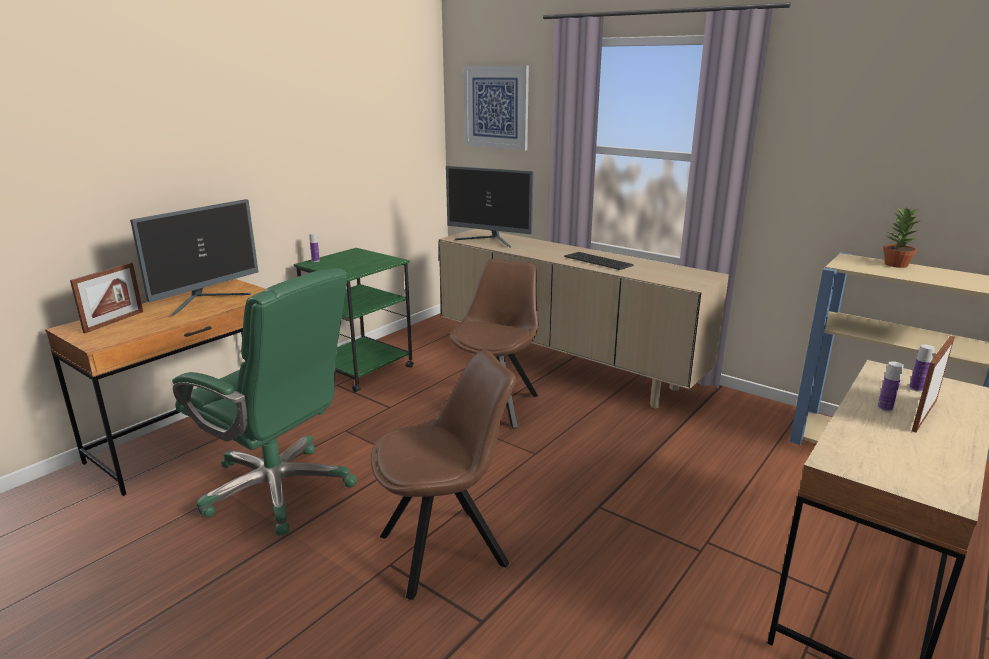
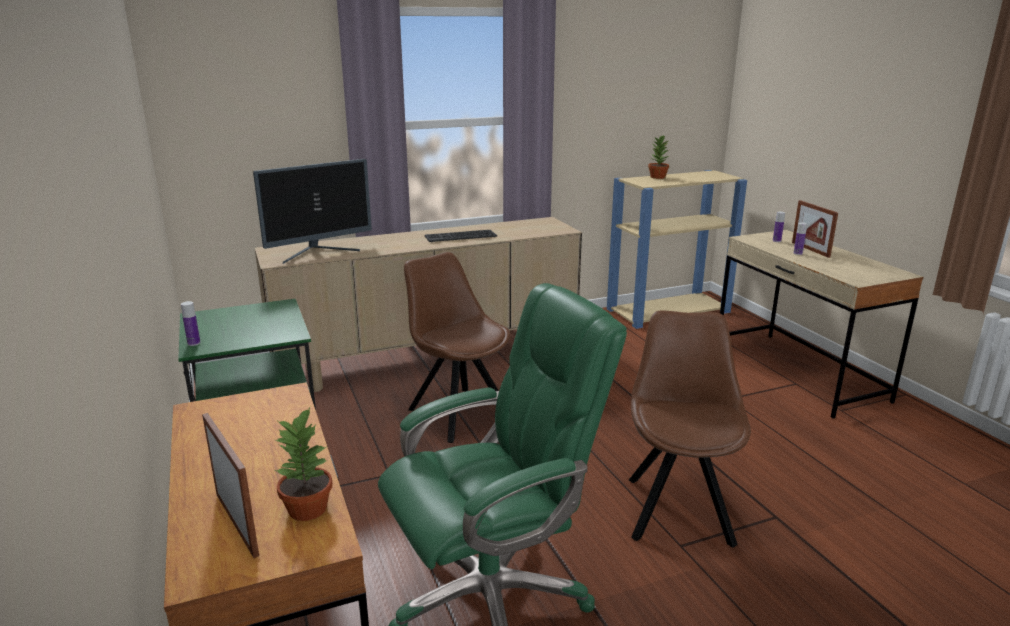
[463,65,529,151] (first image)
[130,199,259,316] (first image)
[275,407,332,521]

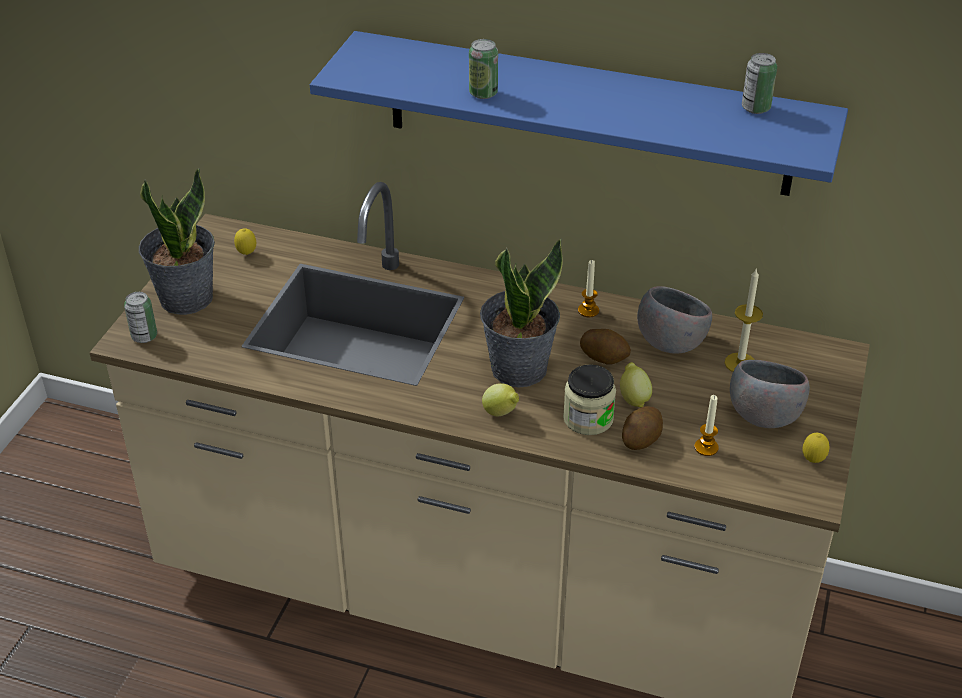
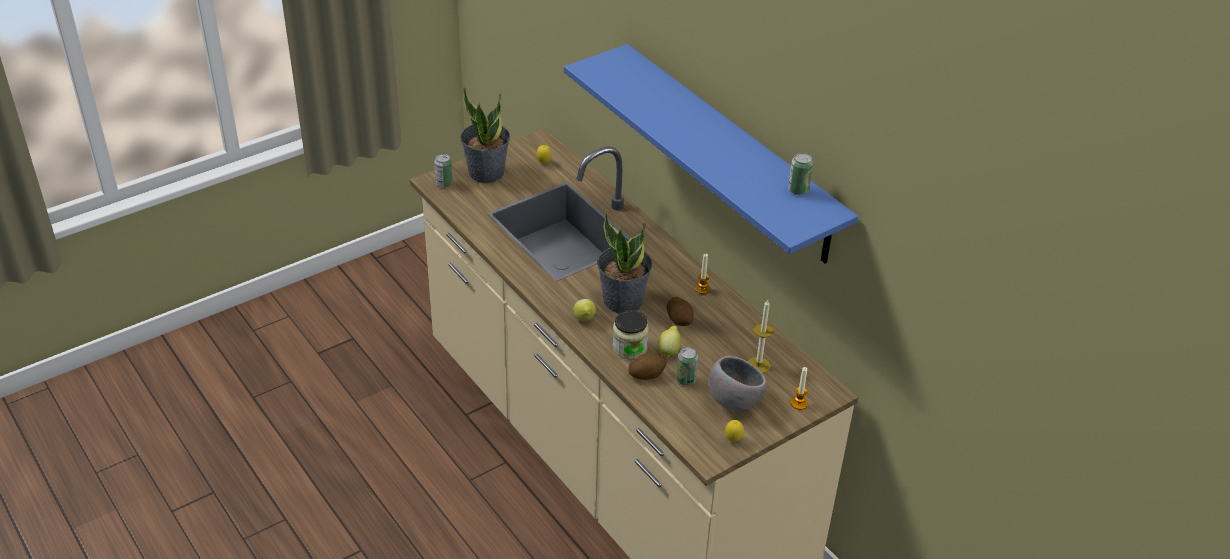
[676,347,698,385]
[637,286,712,354] (first image)
[791,367,808,410]

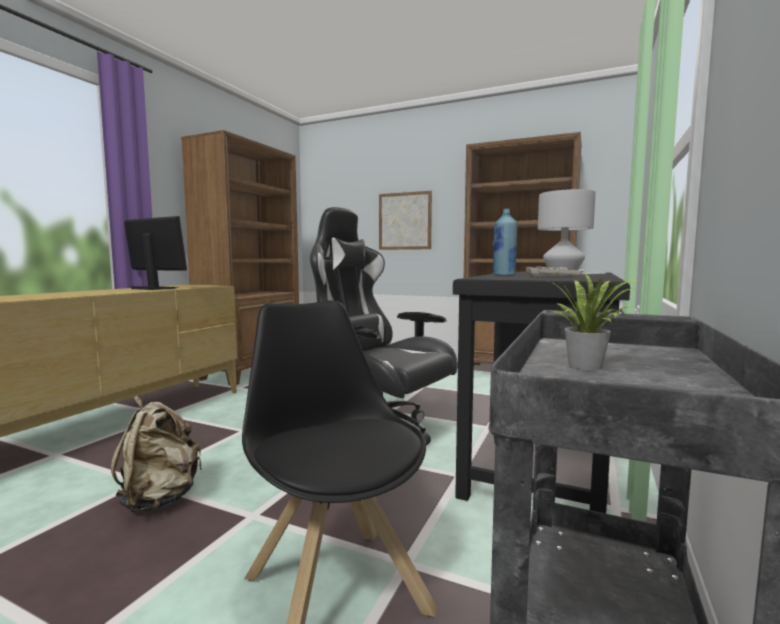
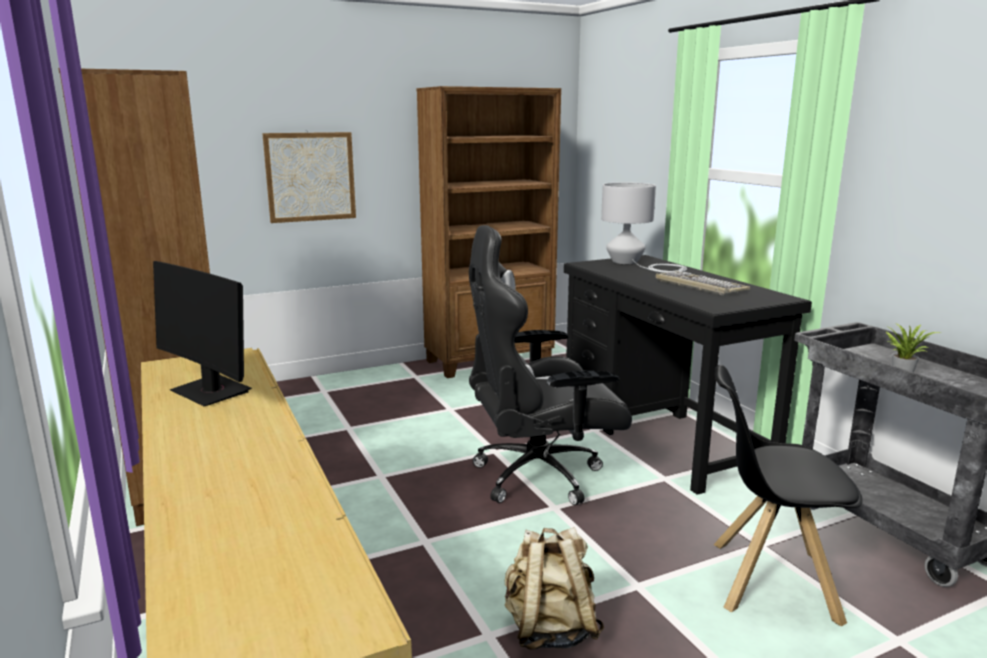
[493,209,518,276] (first image)
[153,261,252,406]

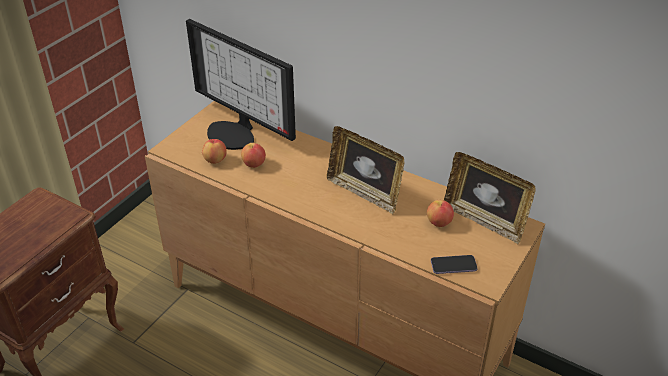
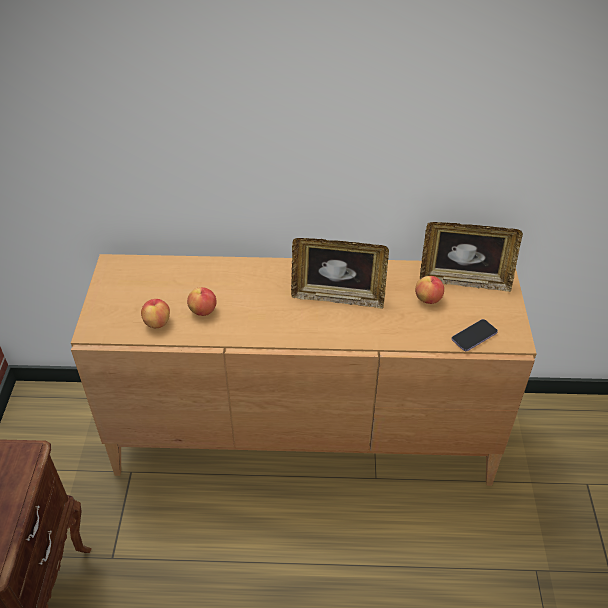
[186,19,296,150] (first image)

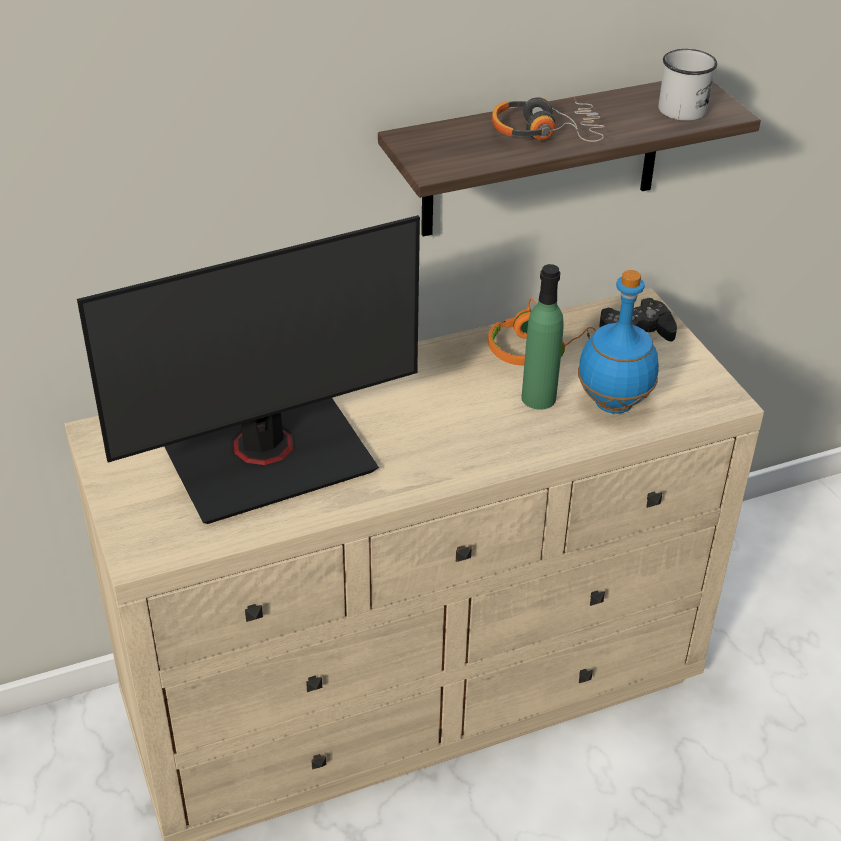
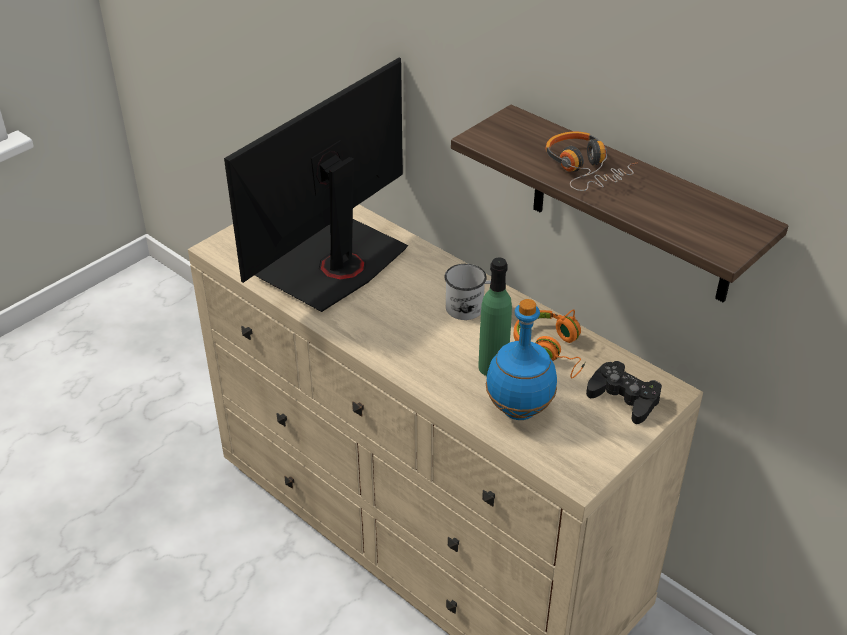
[444,264,491,320]
[224,58,409,312]

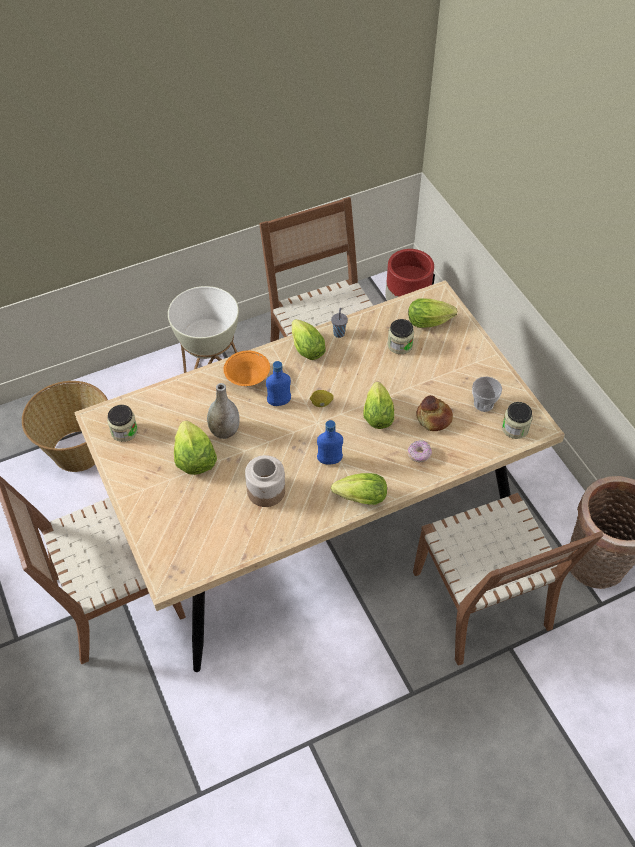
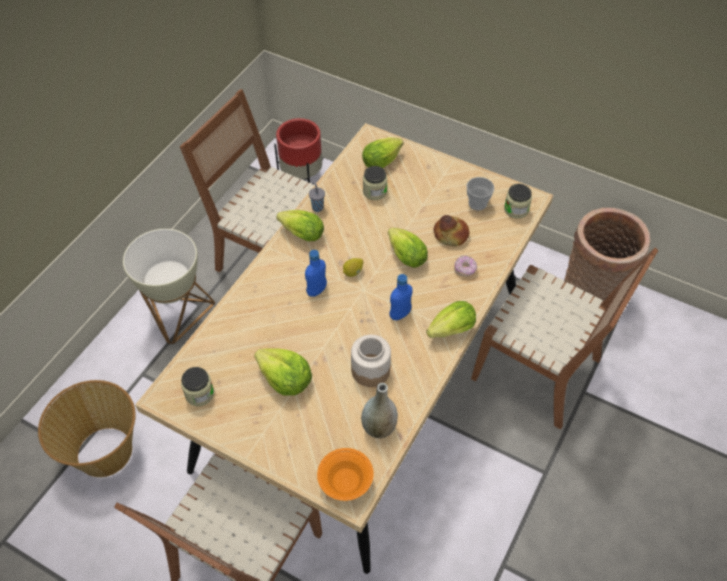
[317,448,374,501]
[361,383,398,438]

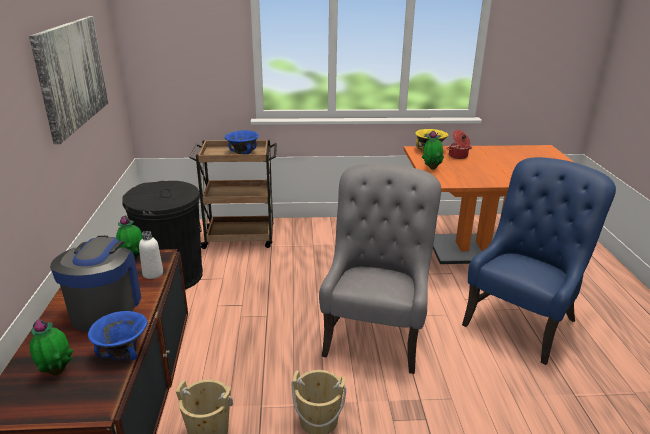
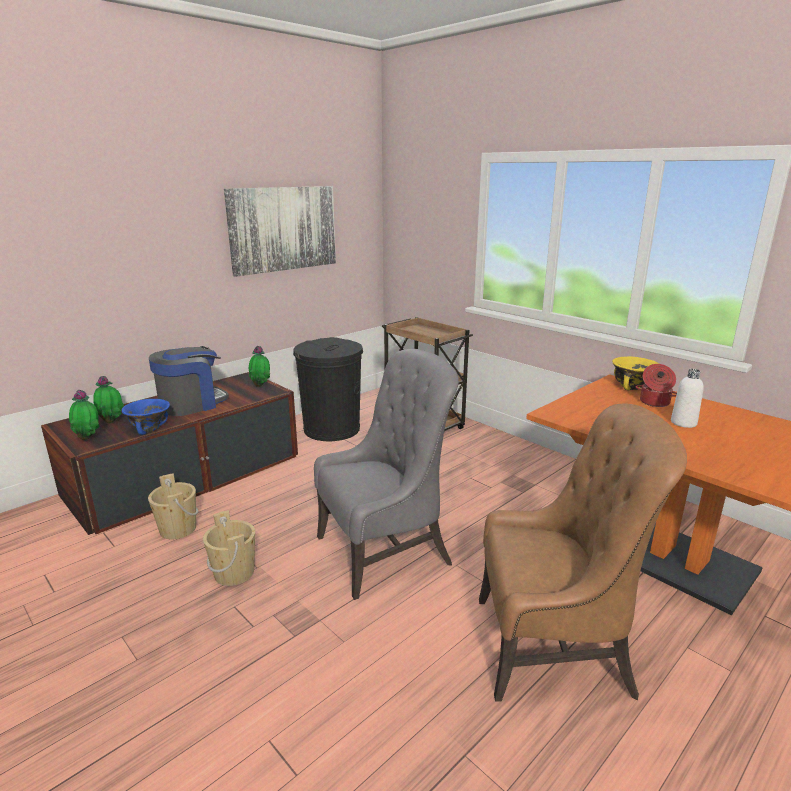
[225,130,259,154] (first image)
[69,390,100,440]
[479,404,687,702]
[671,369,704,428]

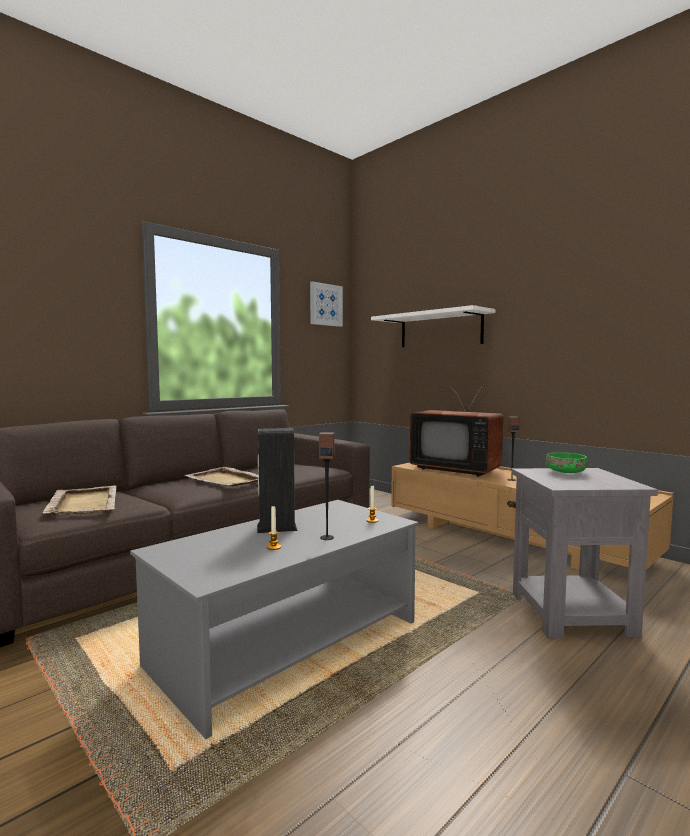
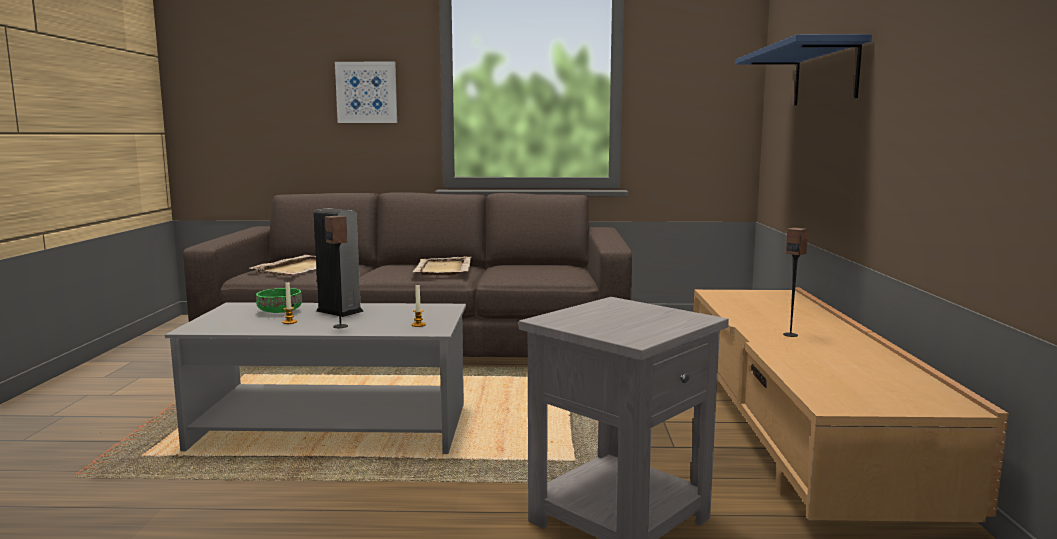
[335,62,397,123]
[735,34,872,105]
[410,383,503,476] (first image)
[256,288,302,313]

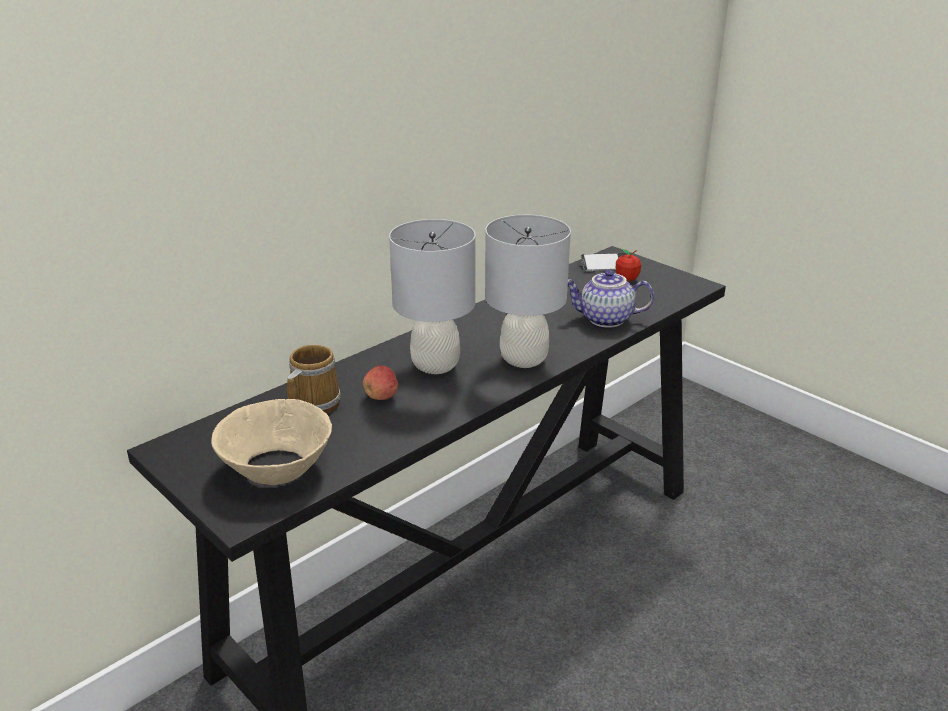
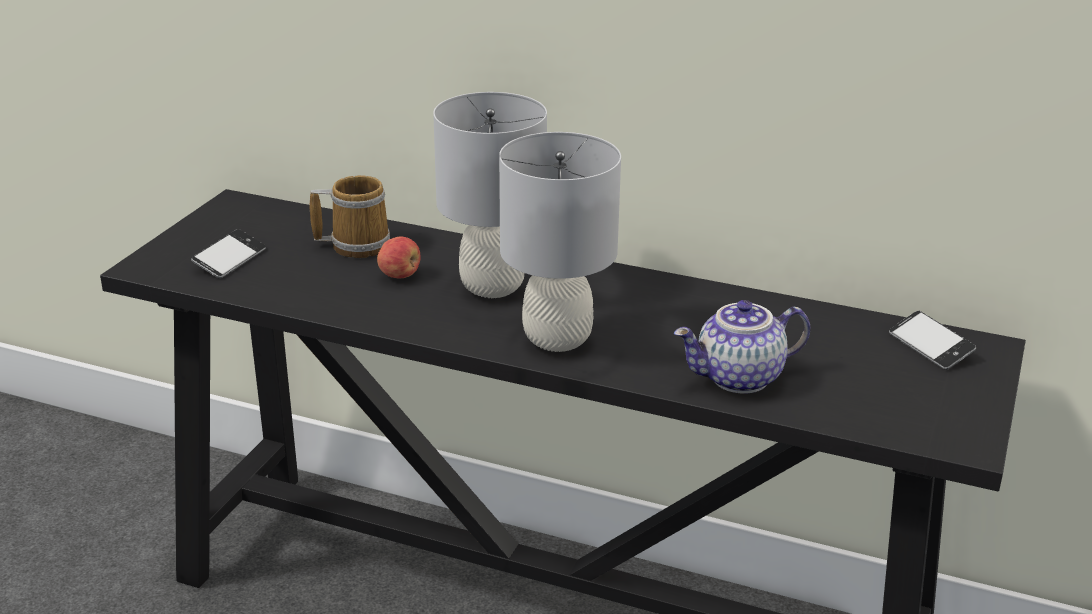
[616,249,641,281] (first image)
[674,300,810,394]
[191,229,266,278]

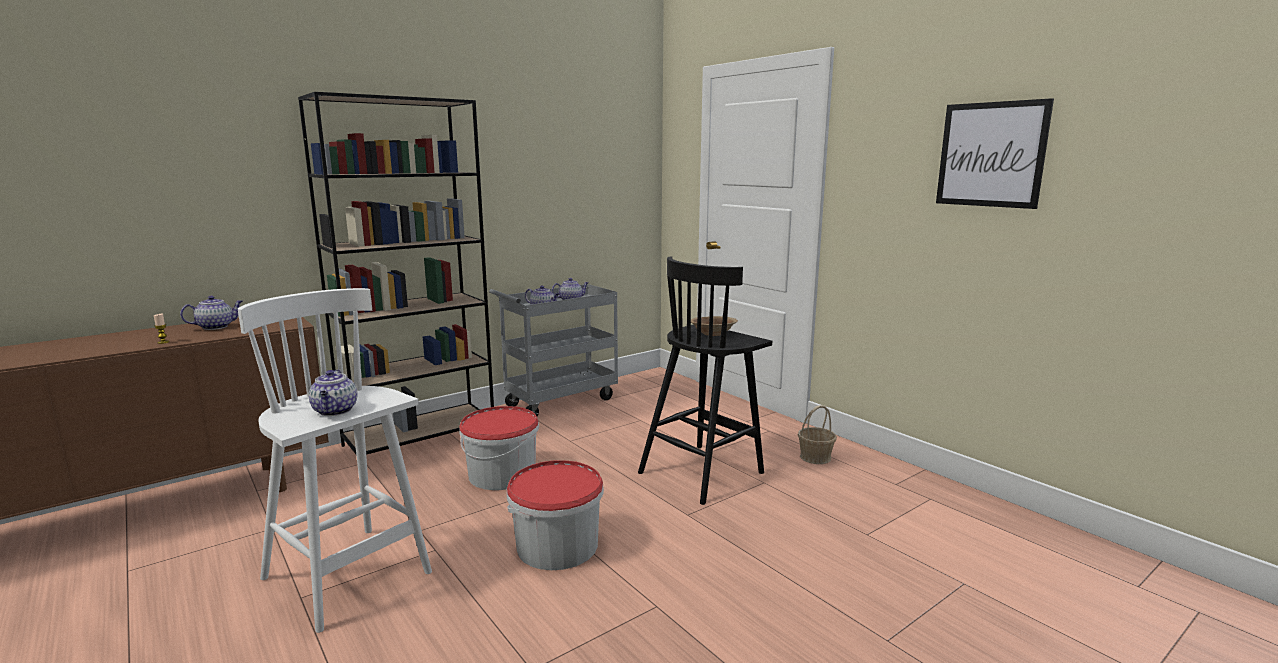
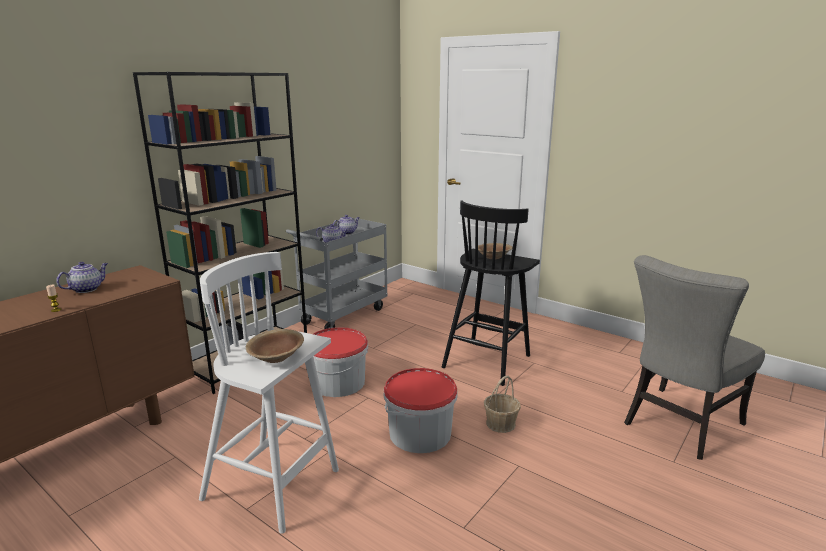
[936,98,1054,209] (first image)
[246,329,304,363]
[484,376,521,433]
[624,255,765,460]

